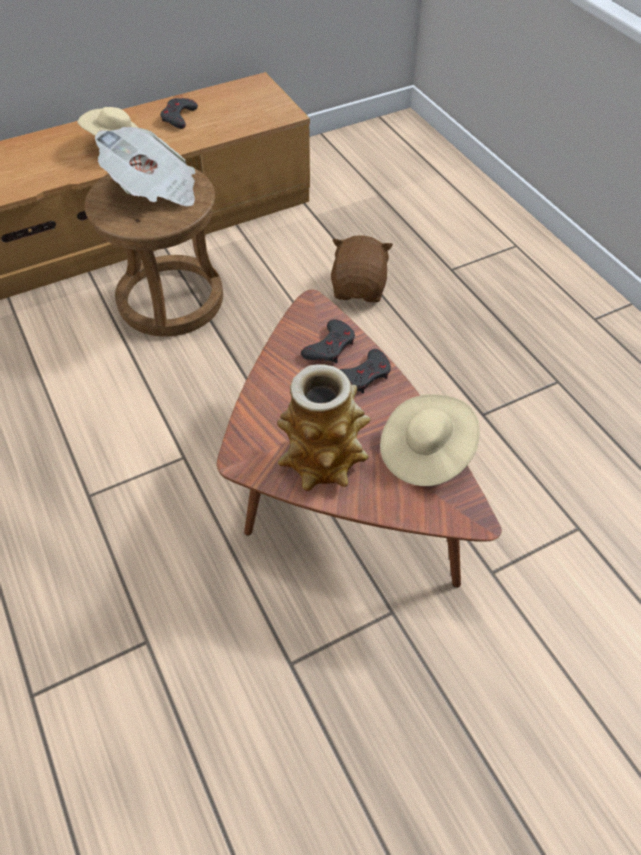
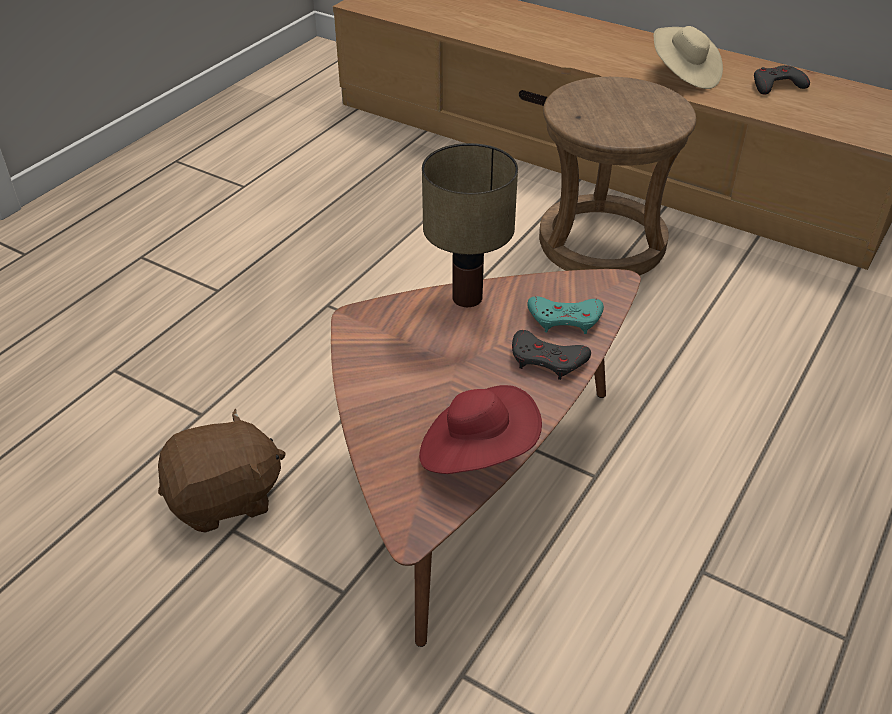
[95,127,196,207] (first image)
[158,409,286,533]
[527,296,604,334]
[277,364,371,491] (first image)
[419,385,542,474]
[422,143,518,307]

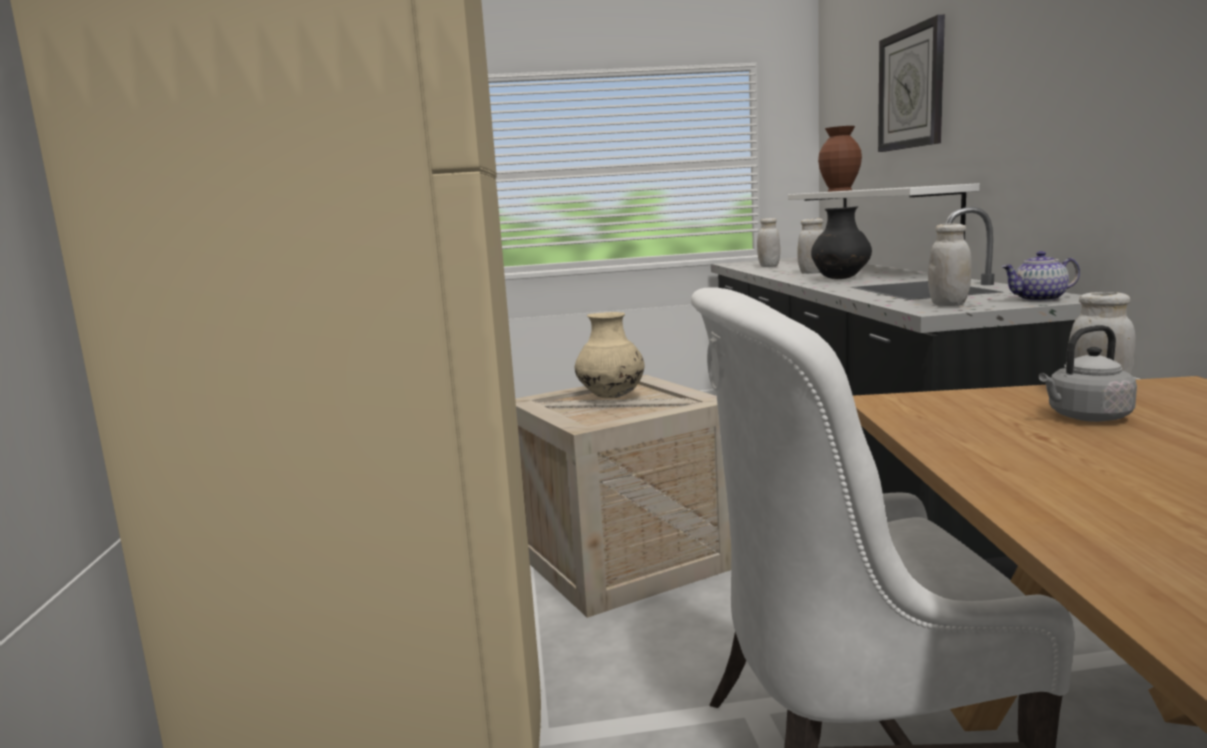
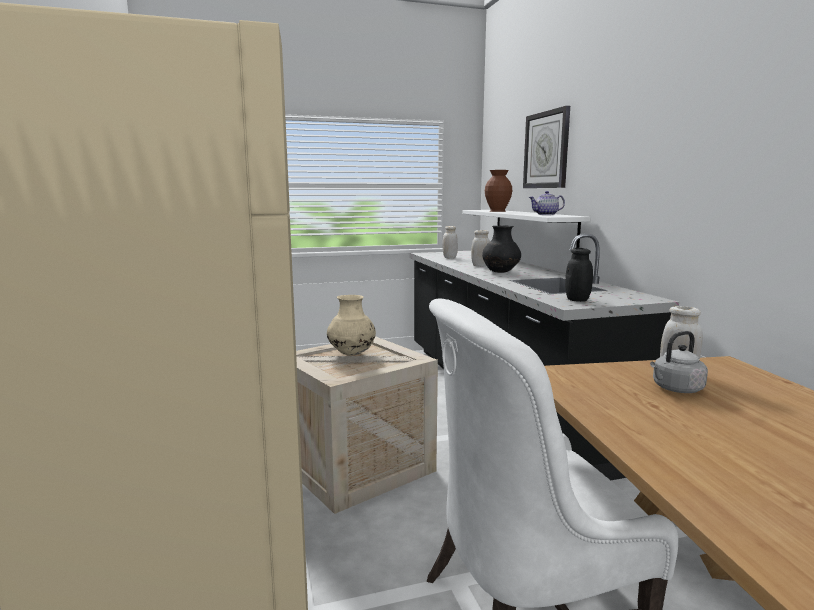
[565,248,593,302]
[529,191,565,215]

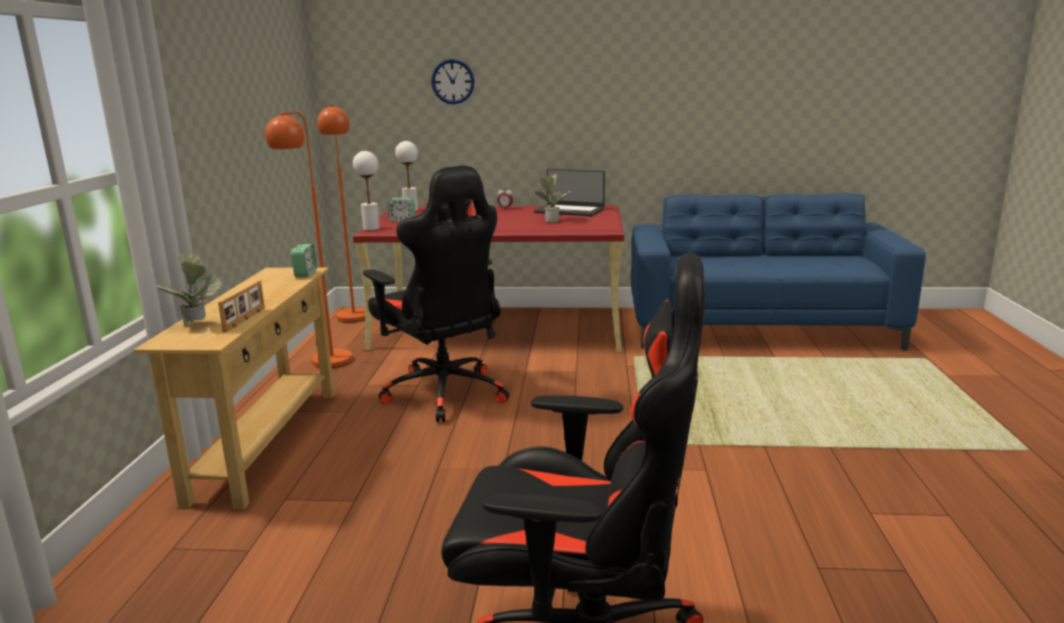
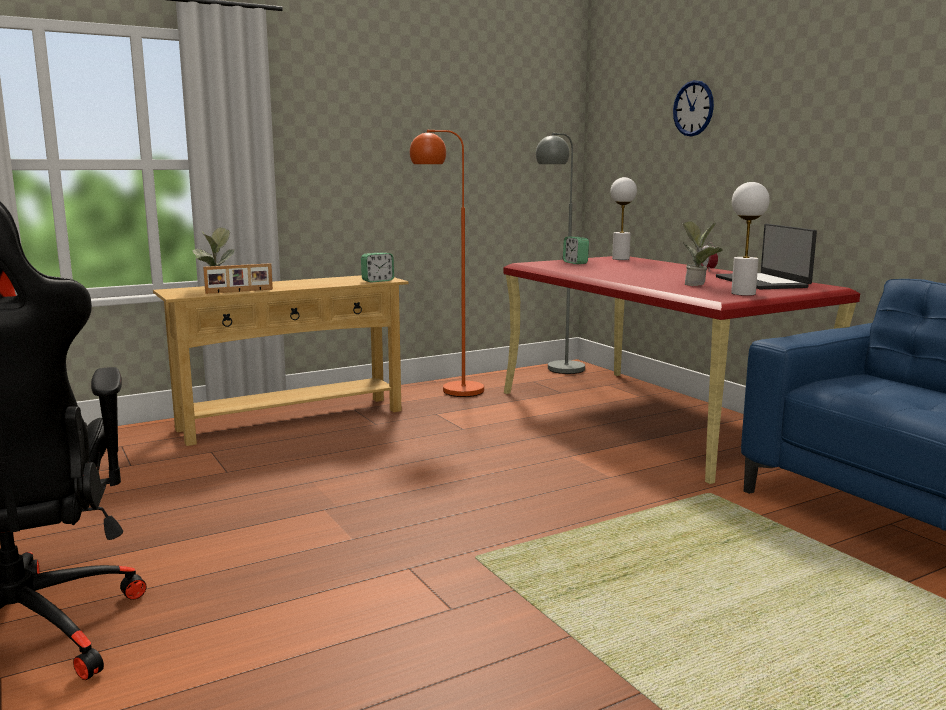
[536,133,585,374]
[731,182,770,296]
[363,166,509,422] (first image)

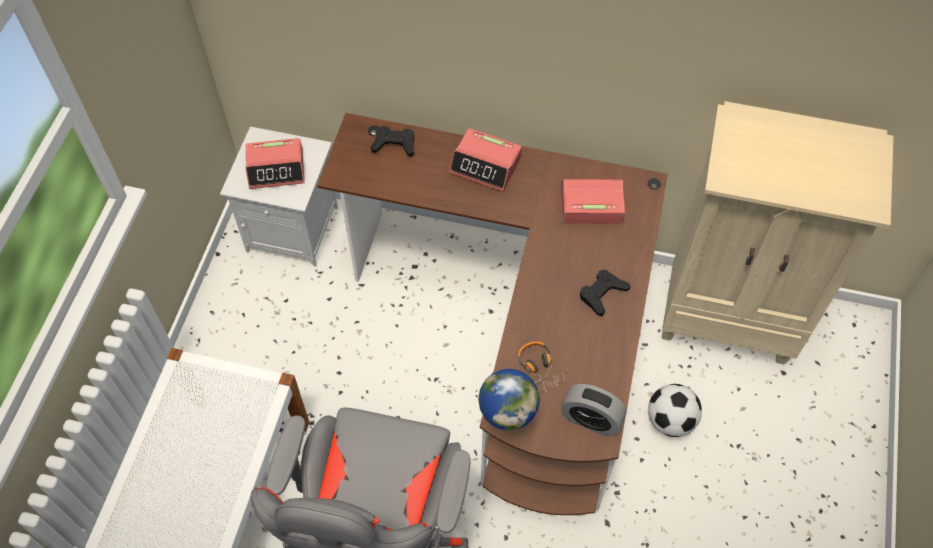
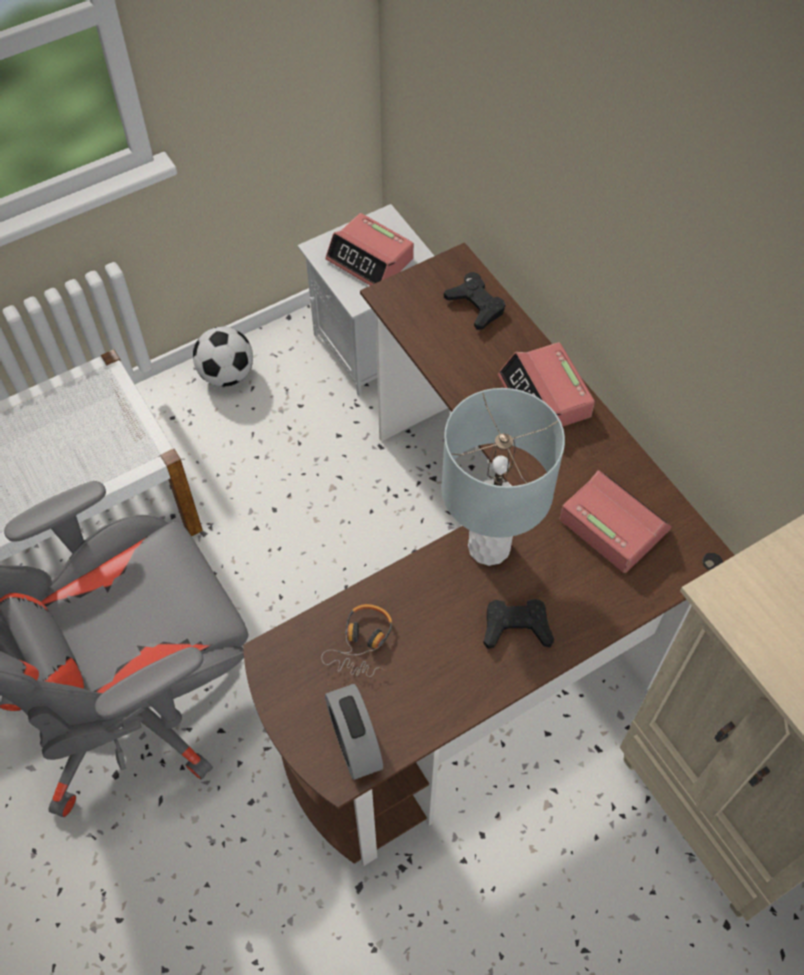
[478,369,540,430] (first image)
[193,327,253,387]
[441,388,565,566]

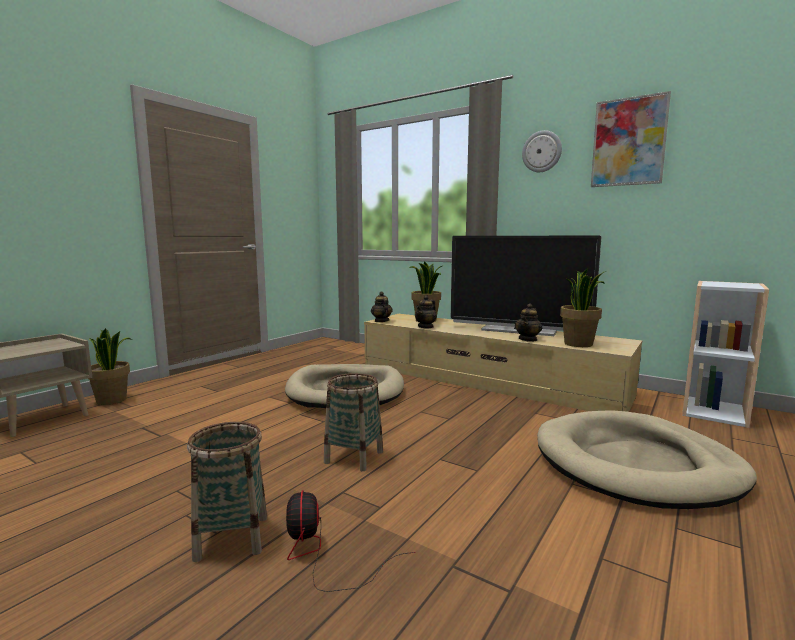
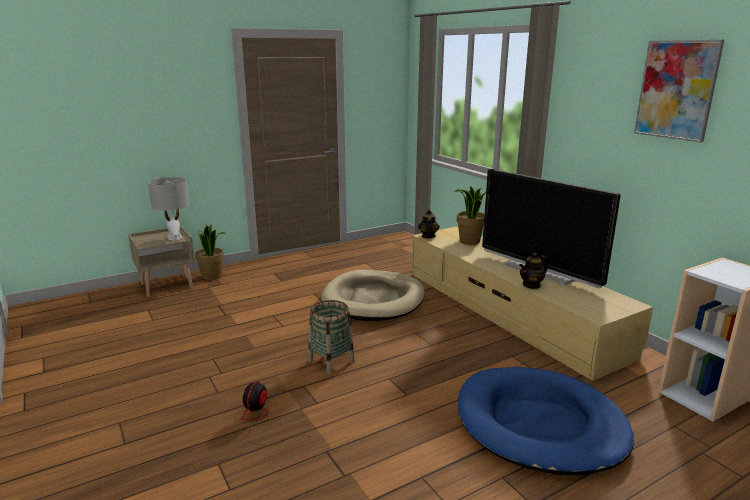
[522,130,562,172] (first image)
[560,268,606,347] (first image)
[415,295,437,329] (first image)
[458,367,634,476]
[187,422,267,562] (first image)
[148,177,189,240]

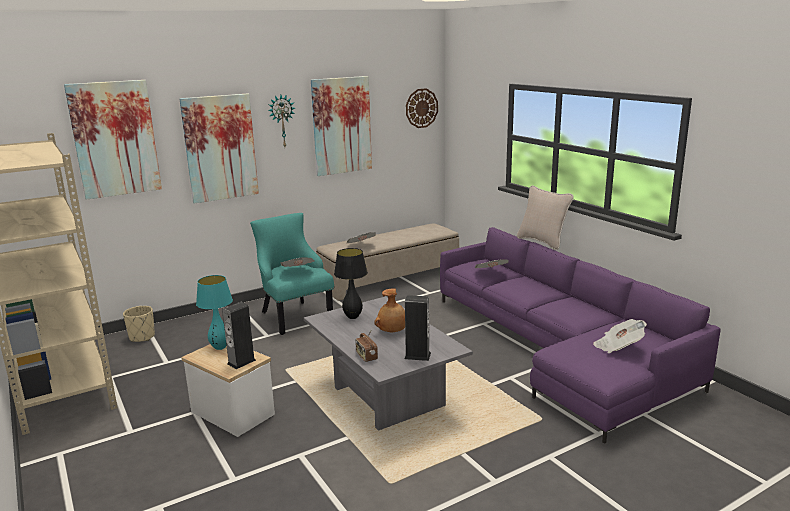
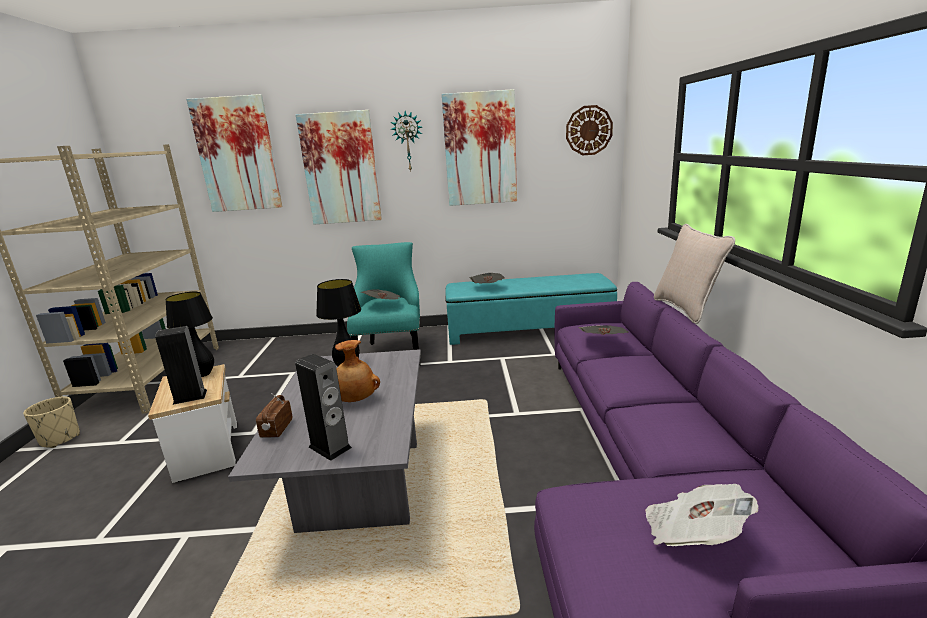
[445,273,617,345]
[165,292,214,377]
[23,397,80,448]

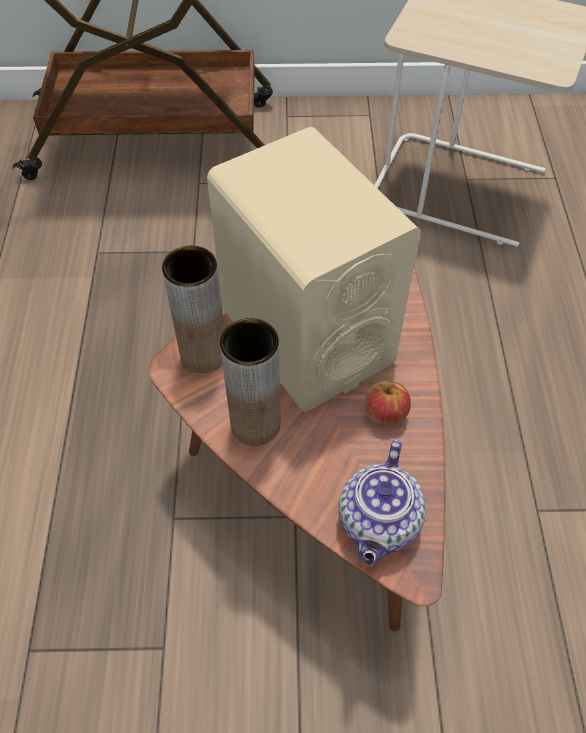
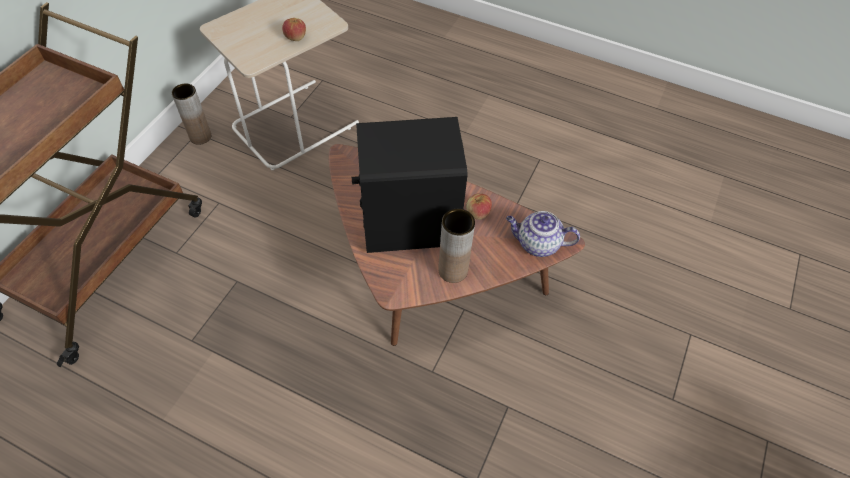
[352,117,467,253]
[172,83,211,145]
[506,211,580,257]
[282,18,306,41]

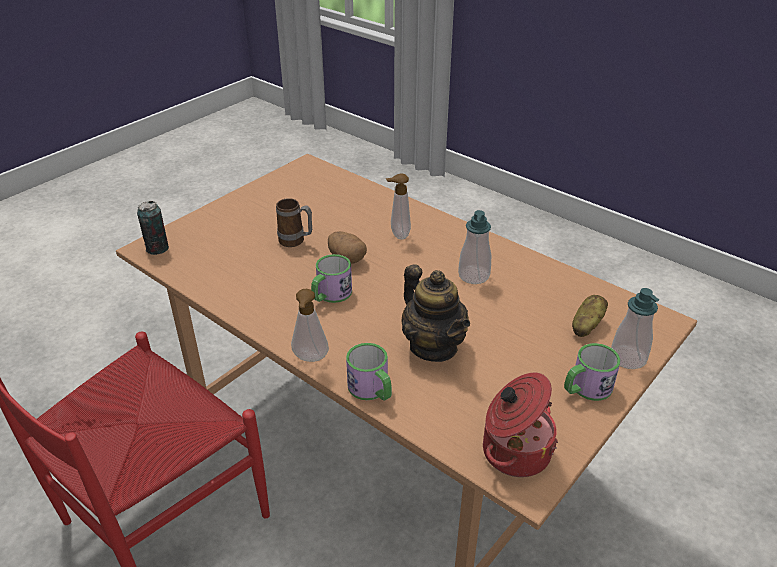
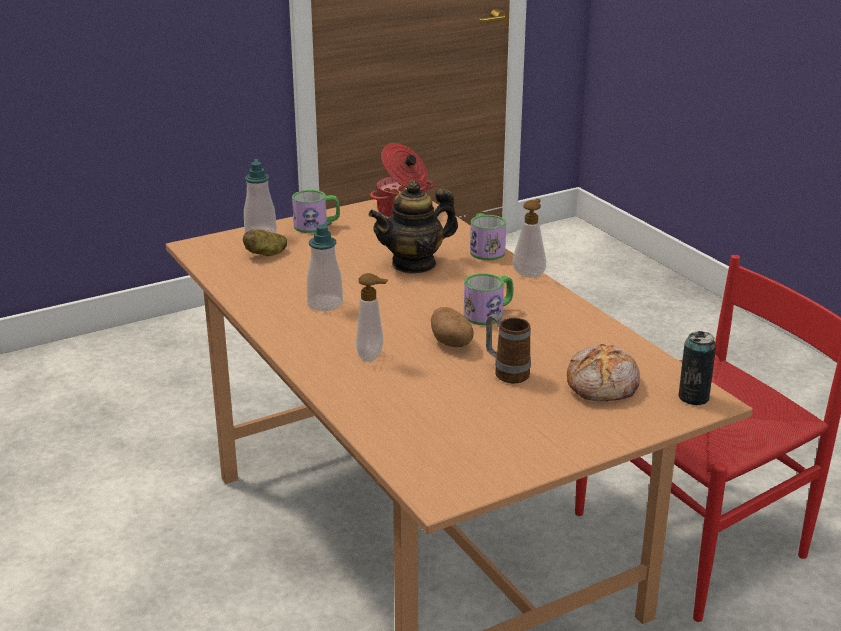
[368,180,458,273]
[567,344,640,401]

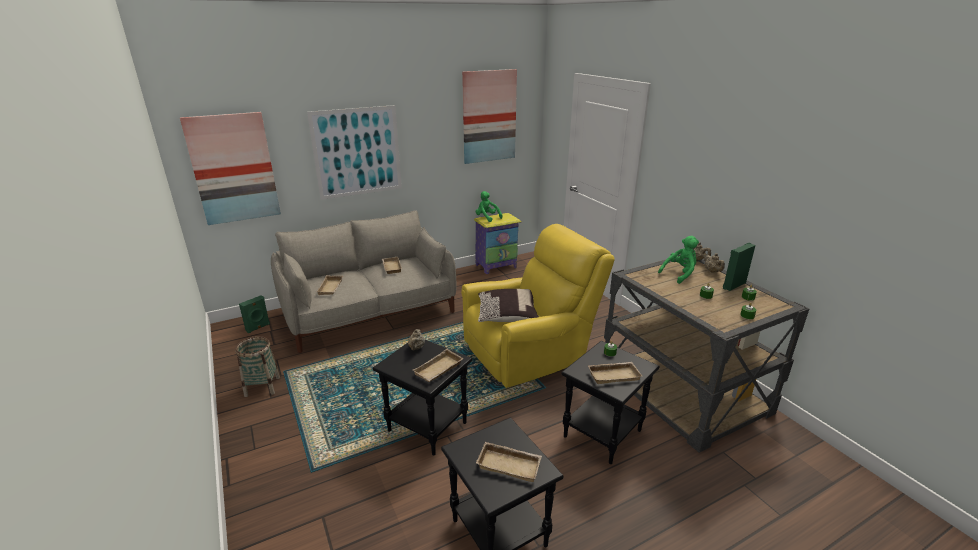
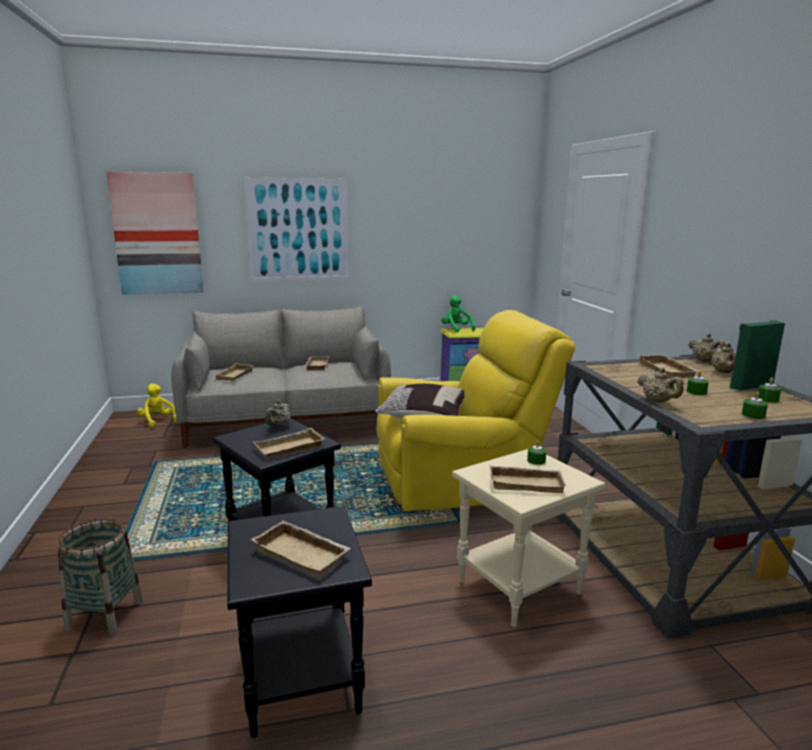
[462,69,517,164] (first image)
[638,354,699,379]
[137,384,177,427]
[58,518,143,635]
[452,449,605,627]
[637,368,684,403]

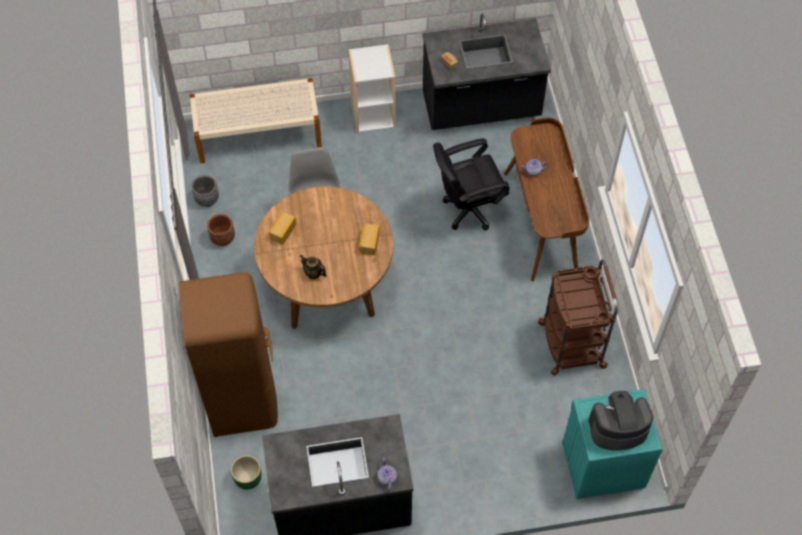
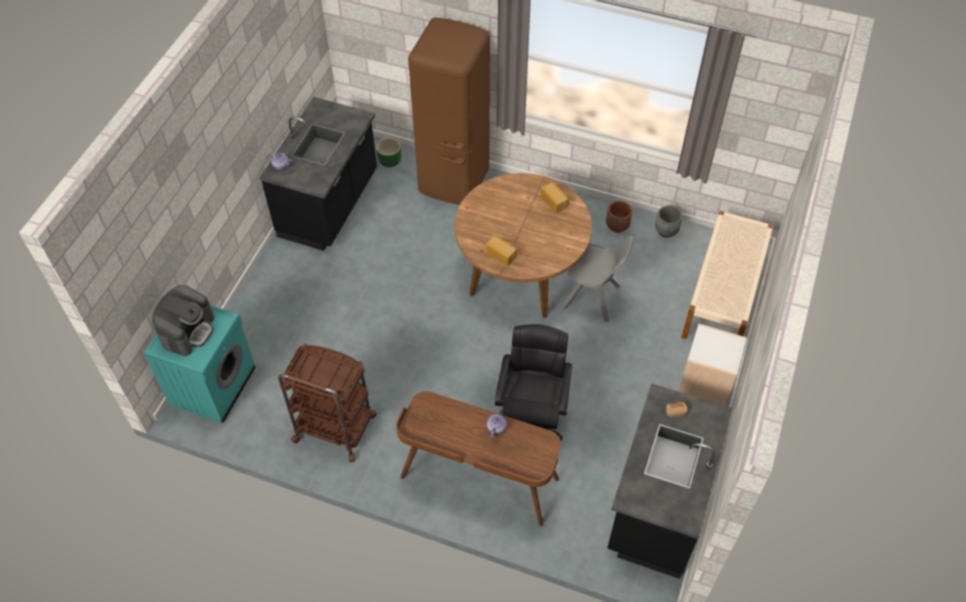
[300,255,327,280] (first image)

